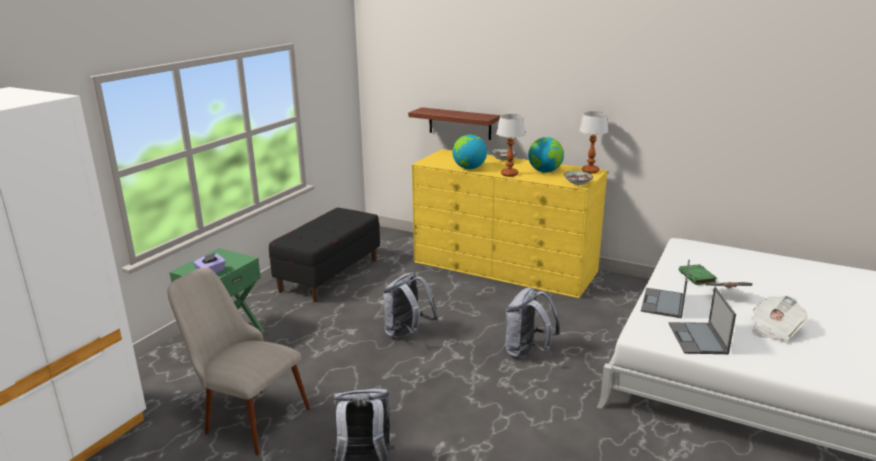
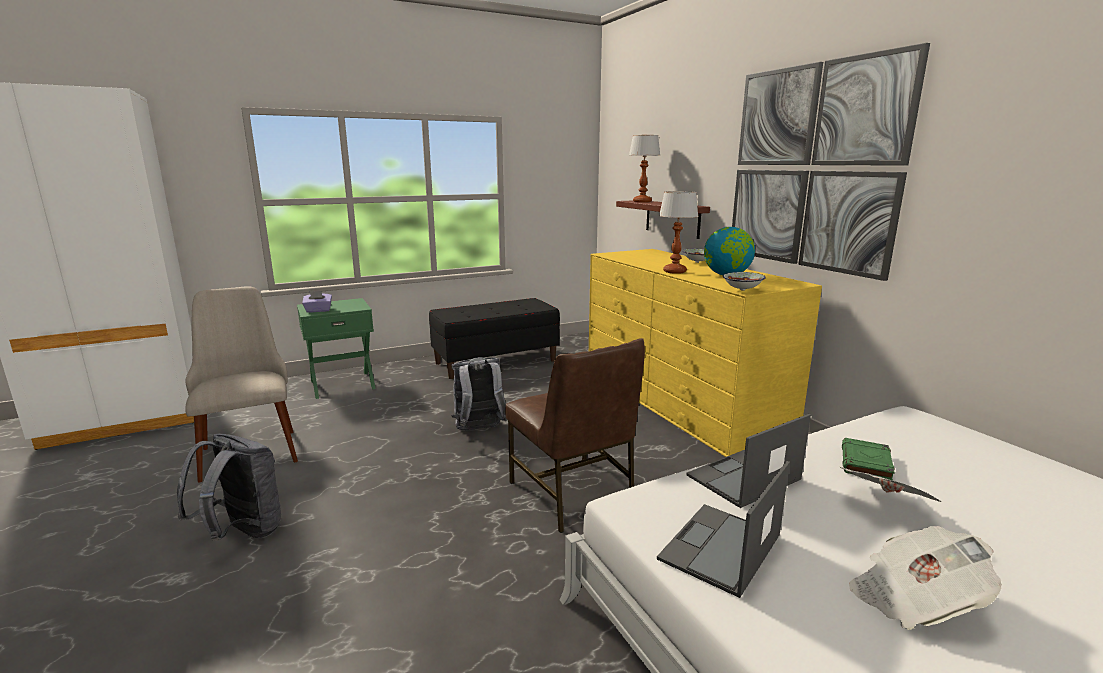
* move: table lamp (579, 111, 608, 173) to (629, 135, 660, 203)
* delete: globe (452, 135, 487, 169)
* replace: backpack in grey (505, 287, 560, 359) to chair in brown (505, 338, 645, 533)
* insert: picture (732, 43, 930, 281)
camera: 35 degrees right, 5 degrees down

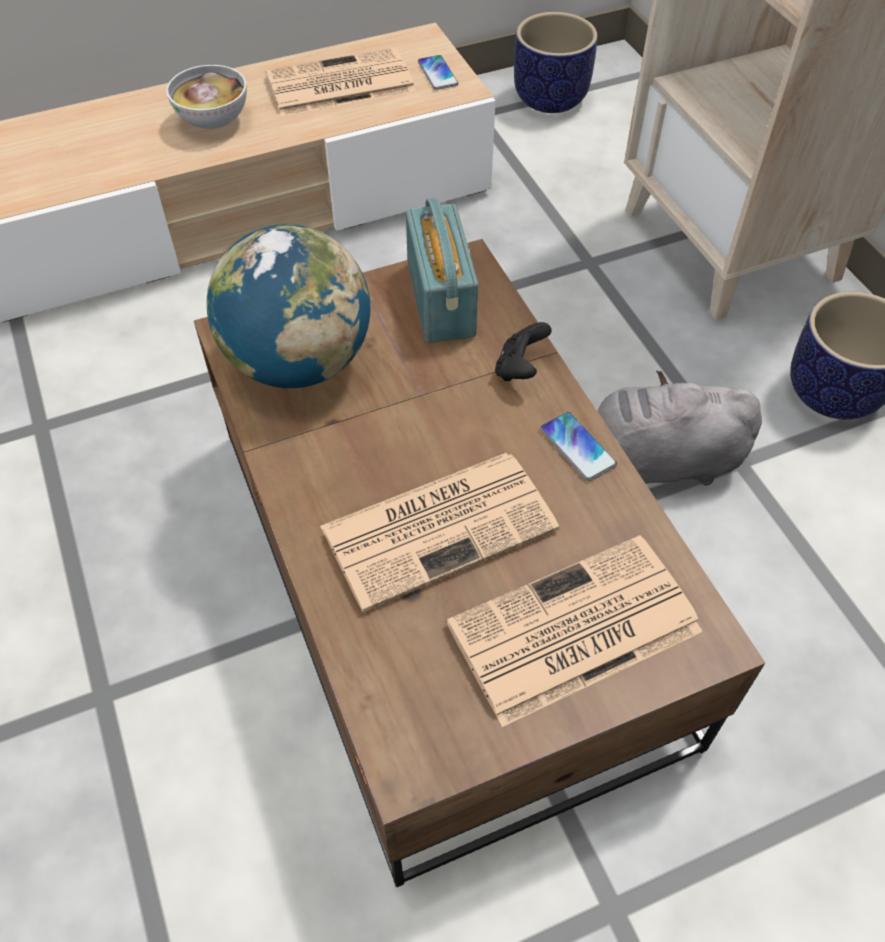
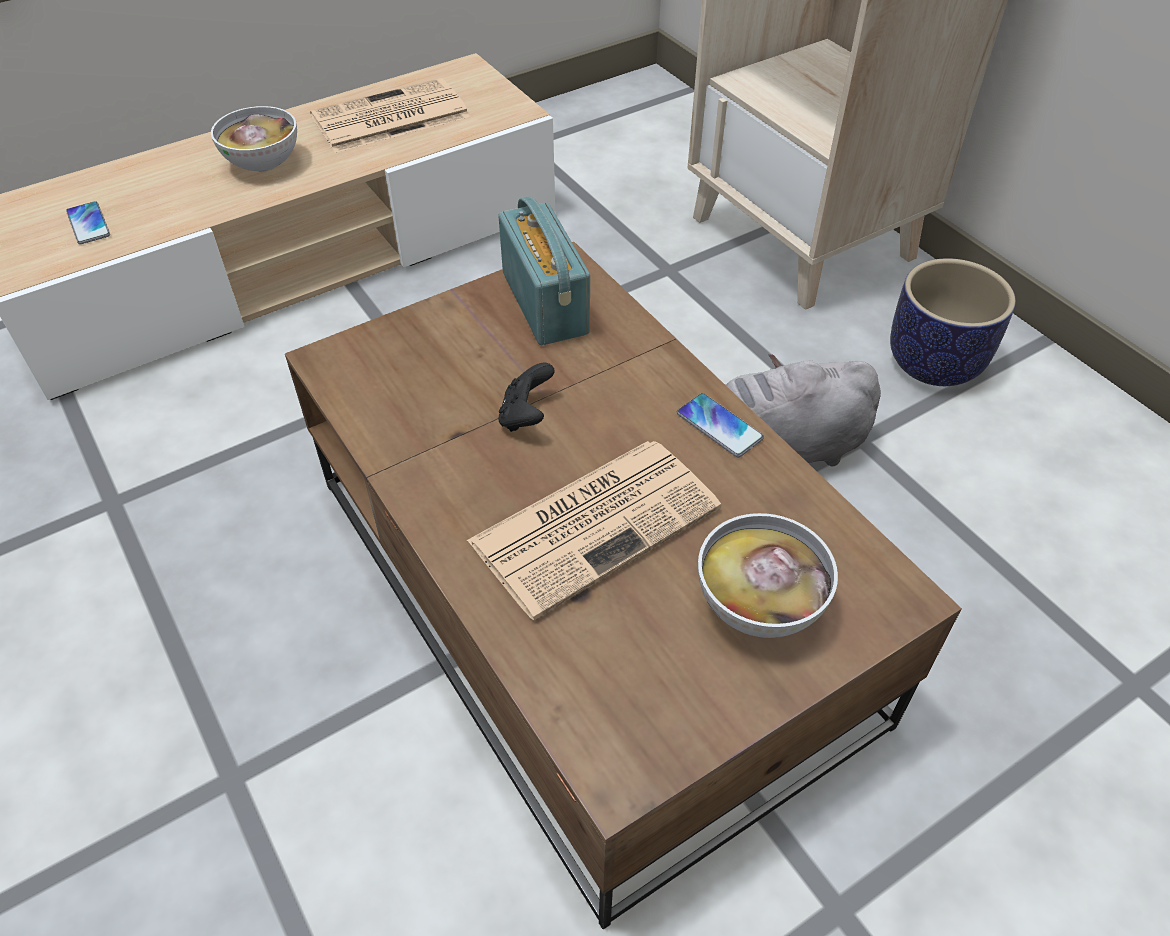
* delete: planter (514, 12, 598, 113)
* move: phone (418, 55, 458, 90) to (66, 201, 110, 244)
* delete: globe (207, 224, 370, 388)
* move: game controller in black (495, 322, 552, 381) to (498, 362, 555, 432)
* replace: newspaper (446, 535, 703, 727) to bowl (698, 513, 838, 638)
camera: 10 degrees left, 5 degrees down

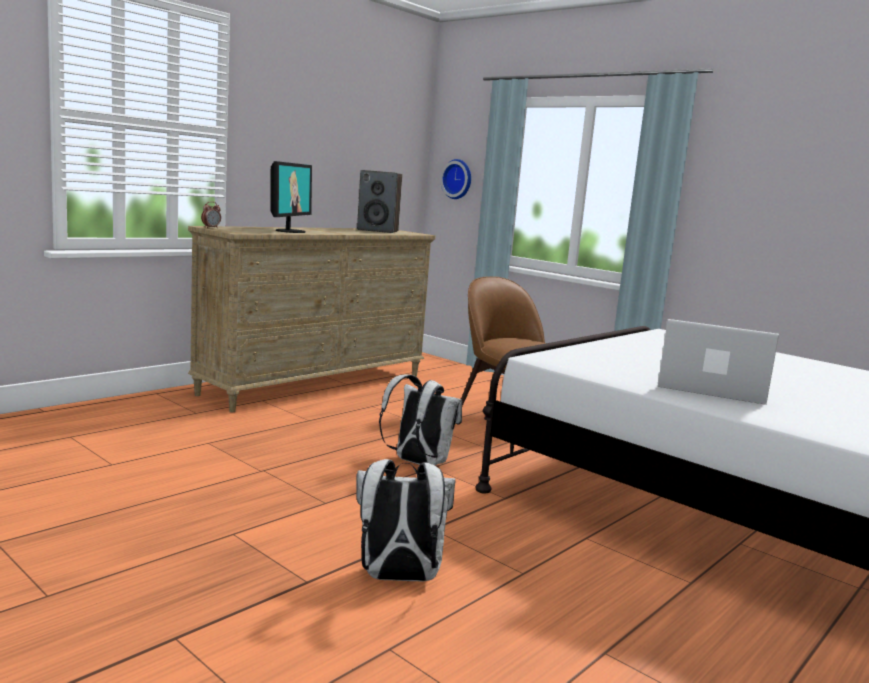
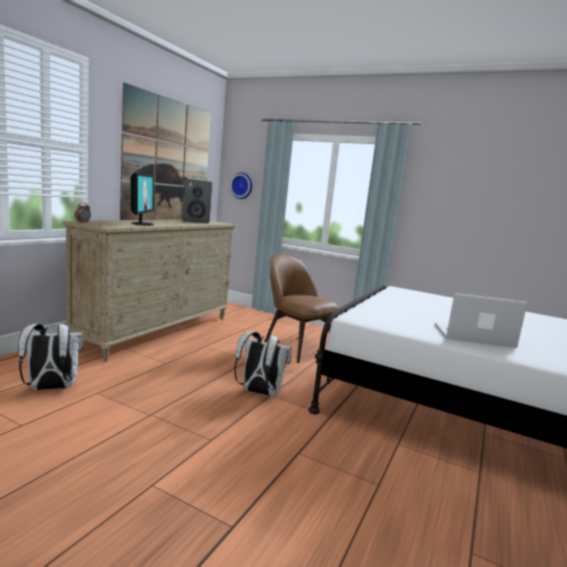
* move: backpack in white (356, 459, 455, 581) to (18, 324, 83, 390)
* insert: picture (120, 83, 211, 220)
camera: 15 degrees left, 0 degrees up

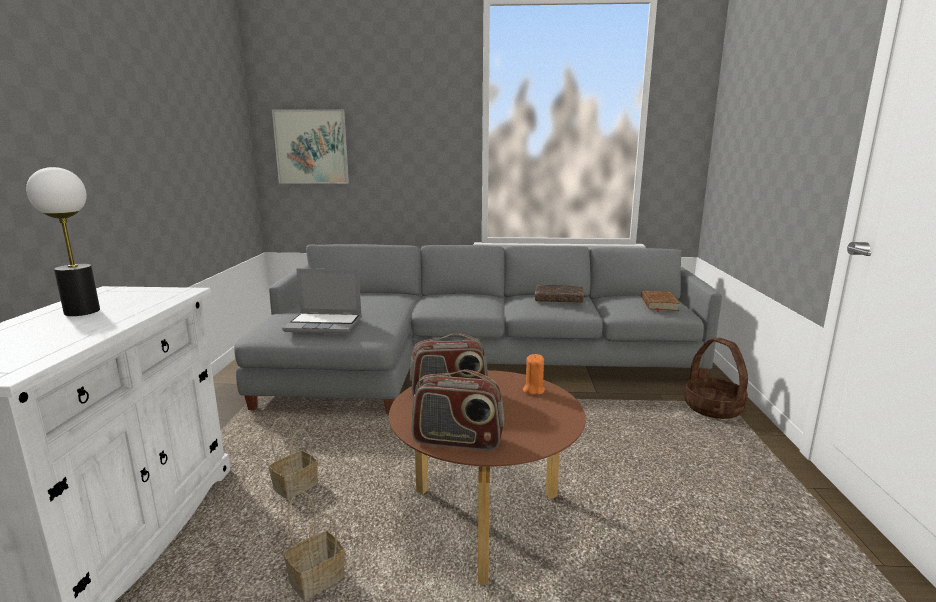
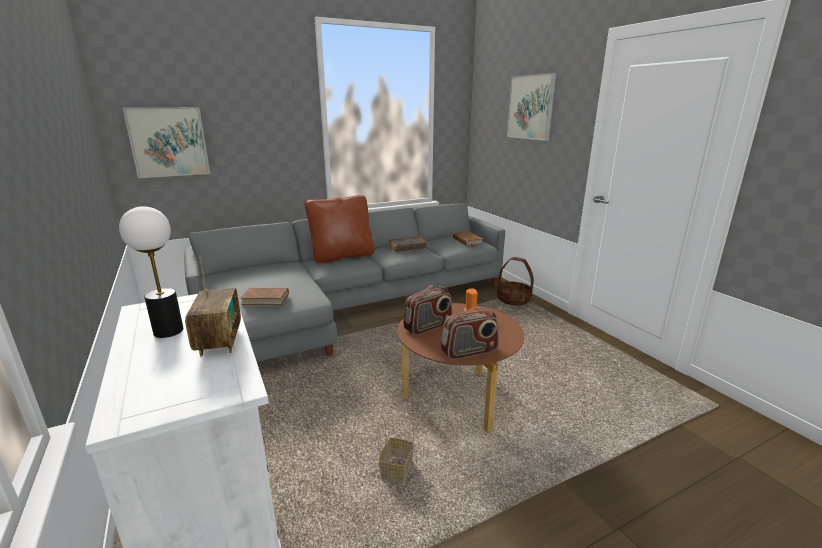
* replace: laptop (282, 268, 362, 334) to book in brown (240, 288, 289, 305)
* delete: basket (269, 417, 318, 499)
* insert: picture (507, 73, 556, 141)
* insert: pillow in brown (304, 195, 374, 264)
* insert: radio (185, 257, 241, 357)
camera: 30 degrees left, 5 degrees up

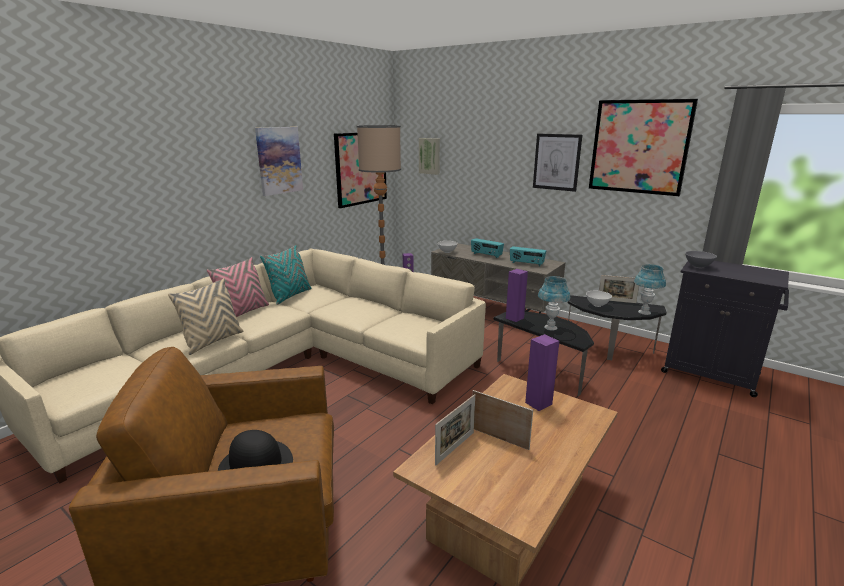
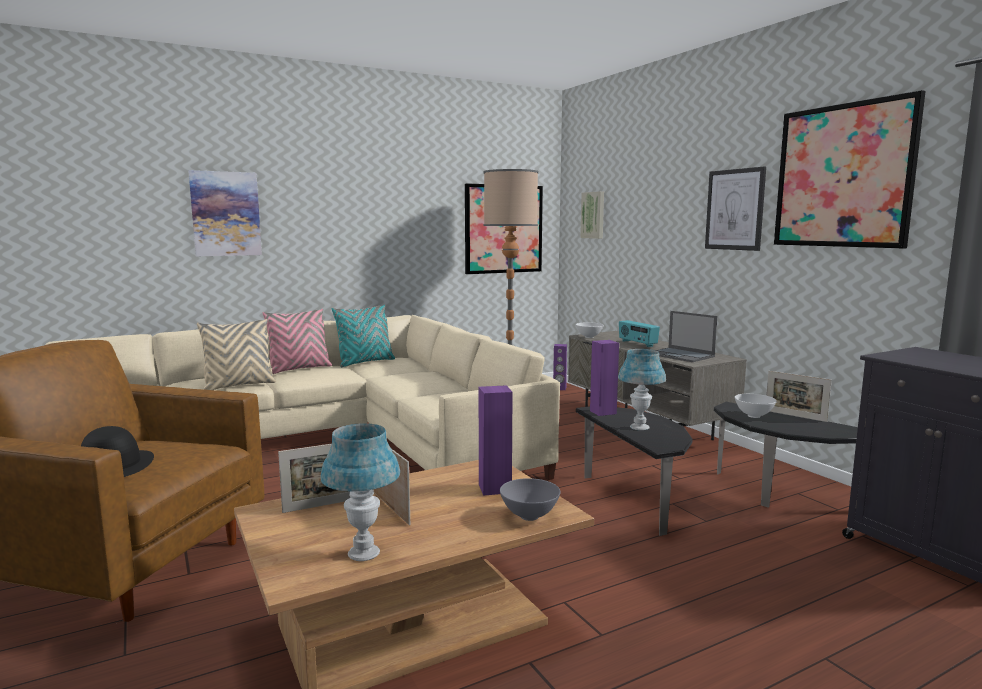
* move: picture (255, 127, 303, 196) to (188, 170, 262, 256)
* replace: radio (510, 246, 546, 266) to laptop (656, 311, 717, 362)
* move: bowl in grey (685, 251, 717, 268) to (500, 478, 561, 521)
* move: table lamp in blue (634, 264, 666, 315) to (321, 423, 400, 561)
camera: 25 degrees right, 10 degrees down

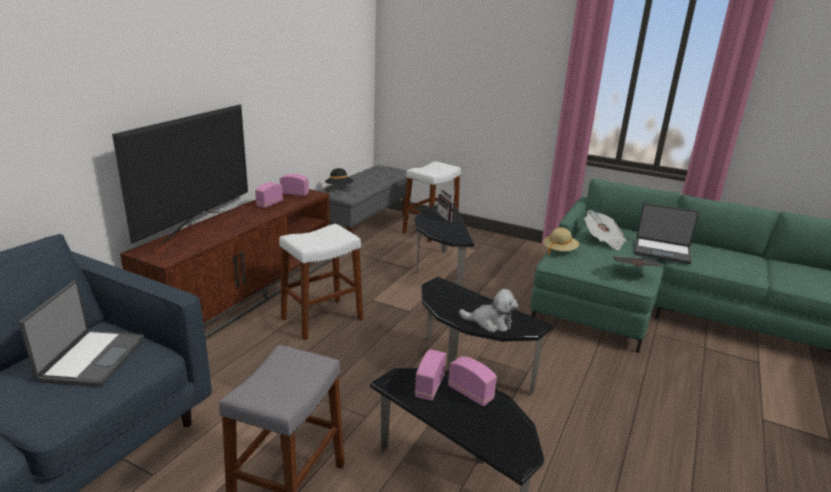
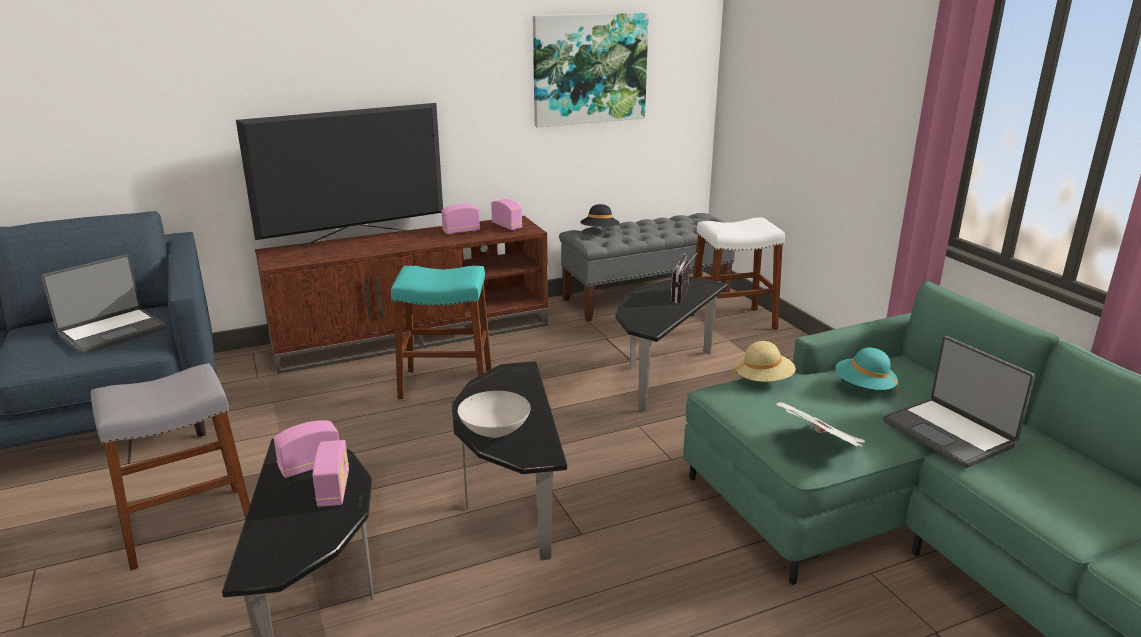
* replace: newspaper (584, 210, 626, 250) to hat in turquoise (835, 347, 898, 395)
* recolor: stool in white (279, 224, 363, 340) to stool in turquoise (391, 266, 492, 399)
* replace: plush toy (459, 289, 518, 332) to bowl in white (458, 391, 531, 438)
* insert: picture (533, 12, 649, 127)
camera: 40 degrees right, 0 degrees up

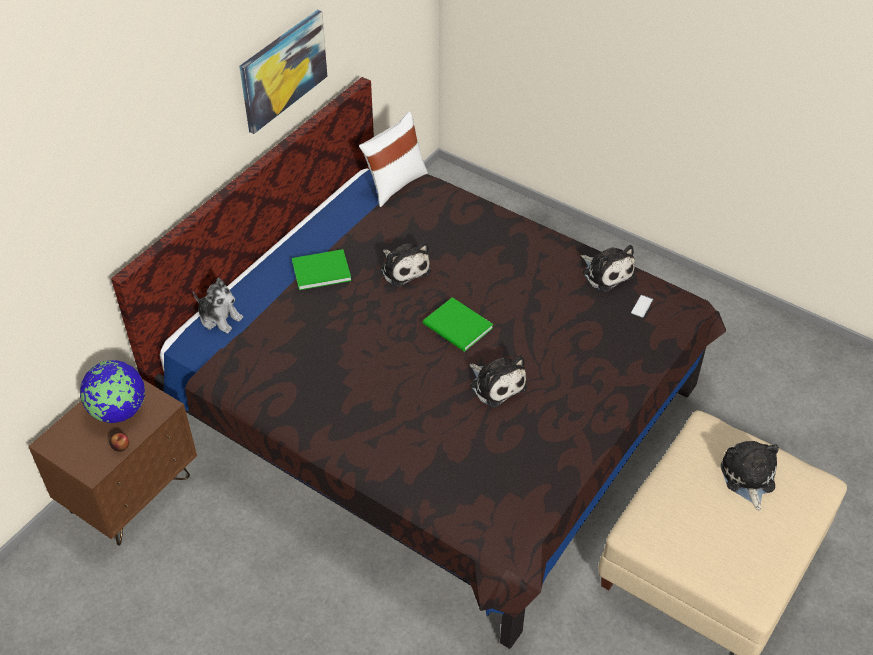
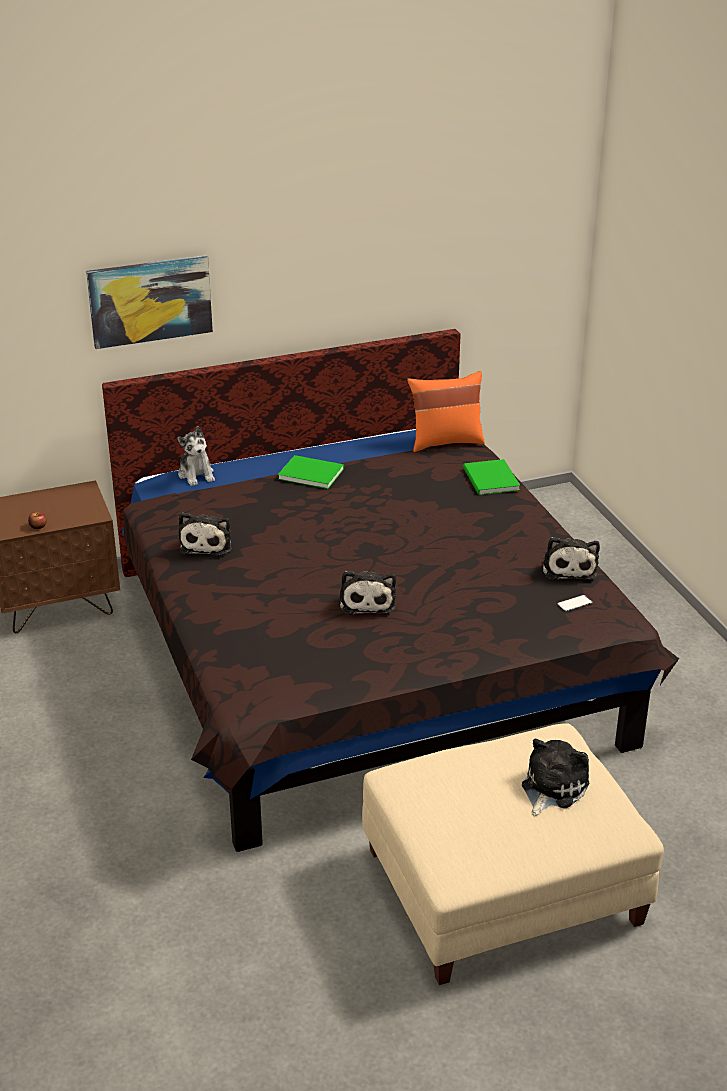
* move: picture (239, 10, 328, 134) to (86, 255, 213, 349)
* recolor: pillow in white (359, 111, 428, 207) to pillow in orange (407, 371, 485, 452)
* move: plush toy (380, 241, 431, 288) to (179, 512, 231, 556)
* move: book in green (423, 297, 493, 352) to (463, 459, 520, 495)
* delete: globe (80, 360, 145, 423)
camera: 35 degrees right, 15 degrees down

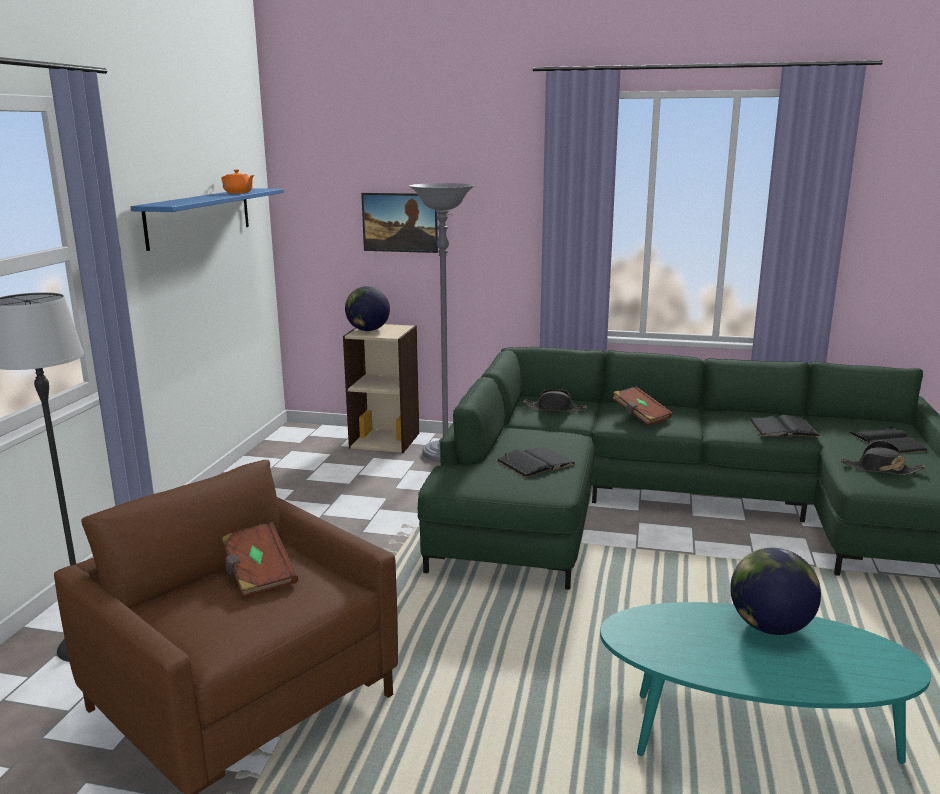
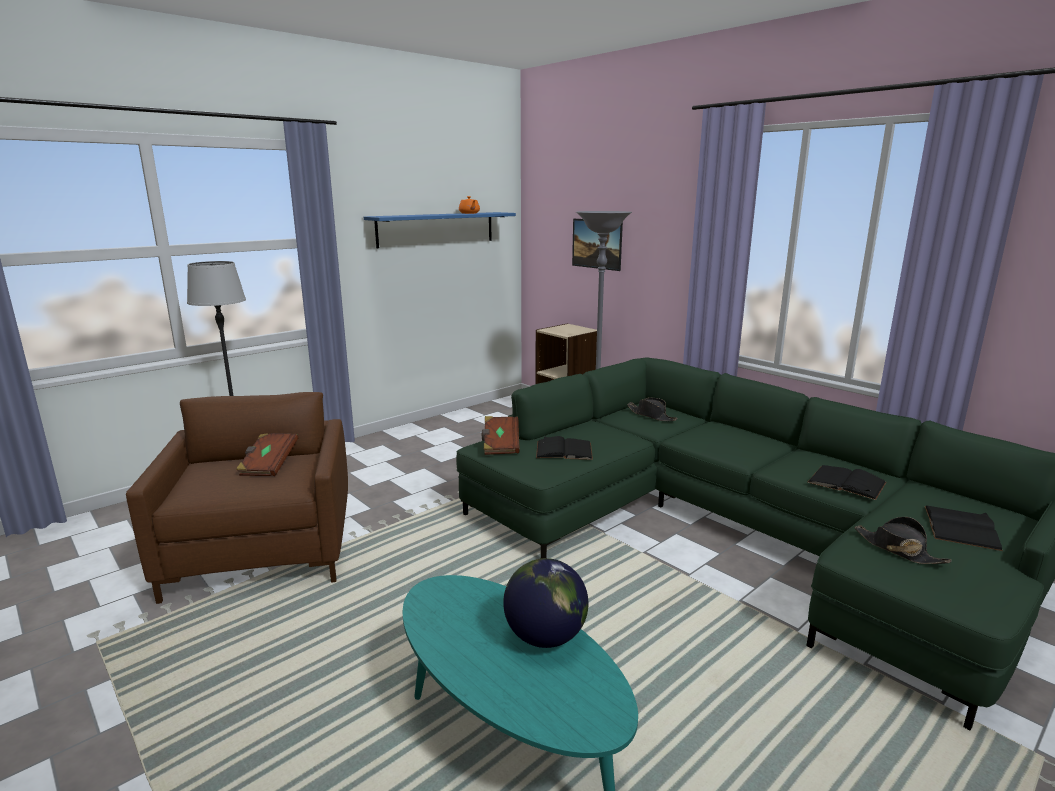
* delete: globe (345, 286, 390, 331)
* move: book in brown (612, 387, 673, 426) to (482, 416, 520, 455)
camera: 35 degrees right, 0 degrees up

